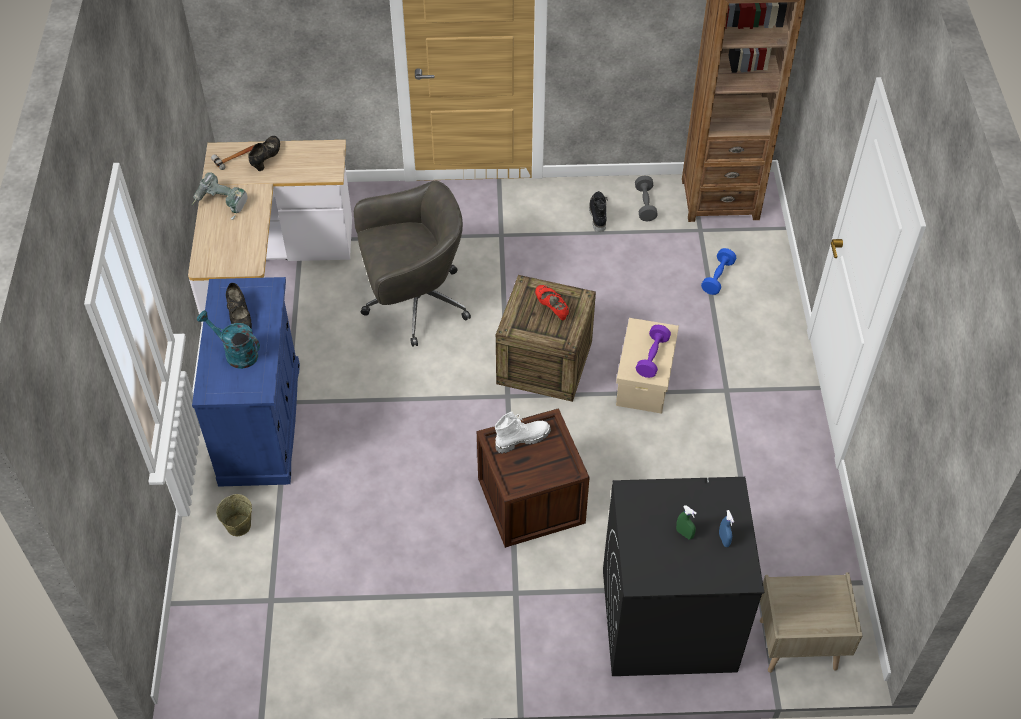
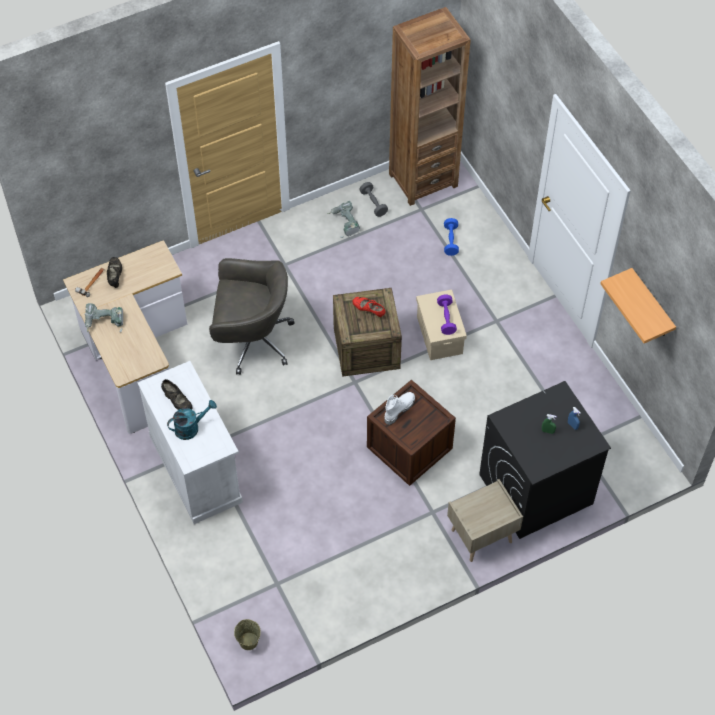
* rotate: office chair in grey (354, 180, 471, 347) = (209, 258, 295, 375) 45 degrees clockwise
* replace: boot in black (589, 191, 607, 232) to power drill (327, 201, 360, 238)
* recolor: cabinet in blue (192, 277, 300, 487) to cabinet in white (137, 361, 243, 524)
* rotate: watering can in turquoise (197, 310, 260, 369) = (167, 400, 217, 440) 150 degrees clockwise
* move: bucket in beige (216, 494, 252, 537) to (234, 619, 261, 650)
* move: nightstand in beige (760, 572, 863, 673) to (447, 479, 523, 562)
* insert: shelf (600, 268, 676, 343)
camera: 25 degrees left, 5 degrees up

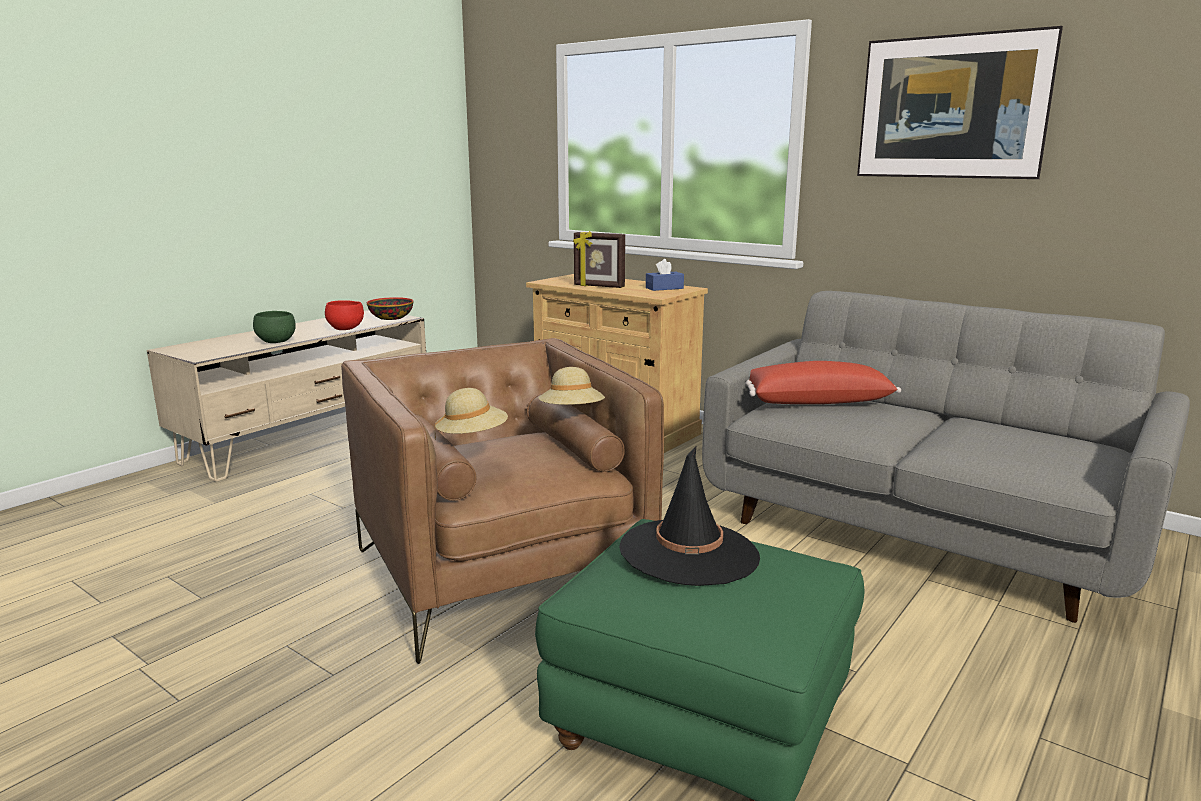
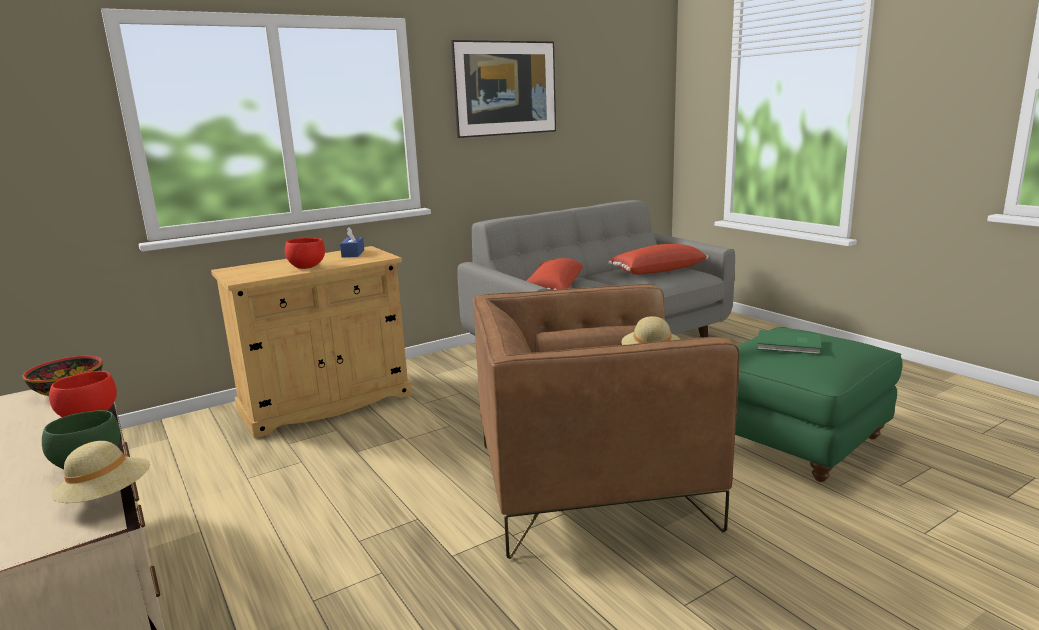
* replace: picture frame (573, 231, 625, 288) to bowl in red (285, 238, 325, 269)
* move: hat in beige (539, 367, 605, 405) to (52, 441, 150, 503)
* replace: hat in black (619, 447, 760, 586) to book in green (757, 330, 821, 355)
* insert: pillow in red (608, 244, 708, 275)
camera: 70 degrees left, 0 degrees up

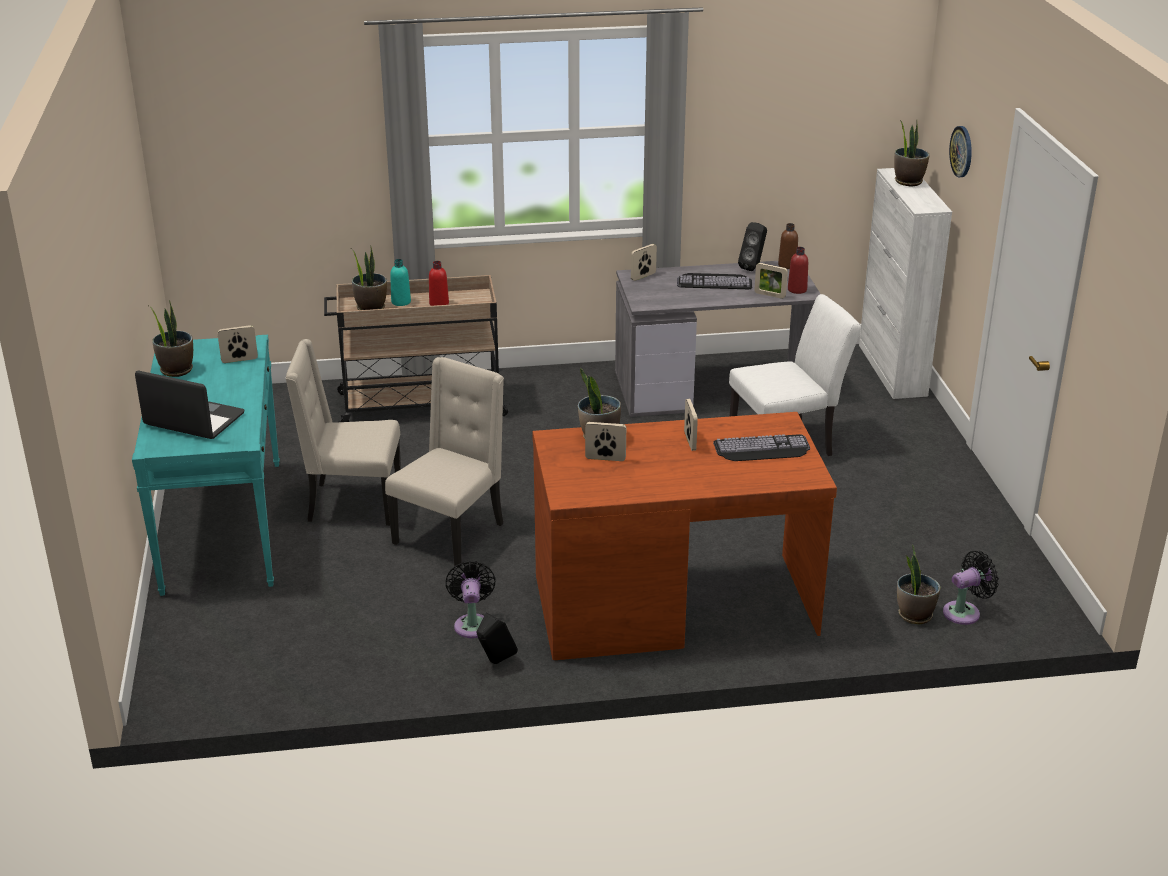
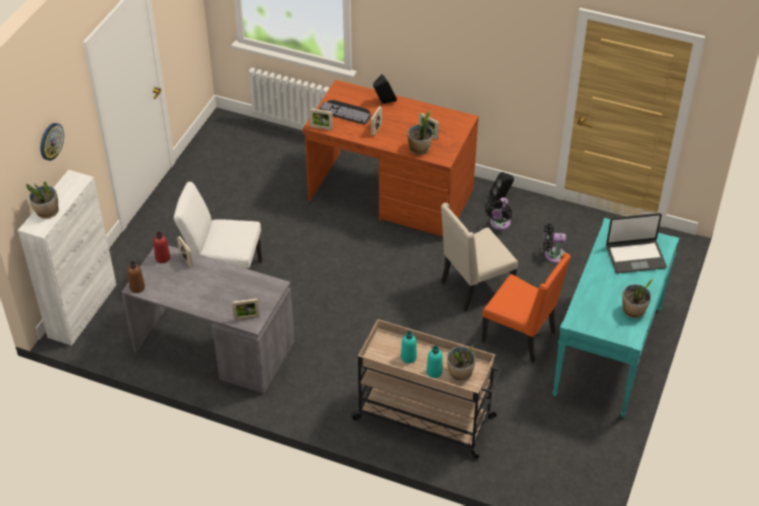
* move: speaker in black (738, 222, 767, 271) to (373, 74, 397, 104)
* recolor: bottle in red (429, 261, 449, 306) to bottle in turquoise (401, 331, 417, 363)
* delete: keyboard (677, 273, 752, 289)
* move: picture frame (217, 325, 258, 363) to (309, 108, 333, 130)
* recolor: chair in beige (285, 339, 401, 526) to chair in orange (482, 253, 571, 363)
* rotate: laptop (135, 370, 244, 439) = (606, 213, 667, 273) 60 degrees counterclockwise
* delete: potted plant (897, 544, 940, 624)
* move: fan in black (943, 551, 999, 625) to (543, 223, 566, 263)
camera: 150 degrees left, 15 degrees up

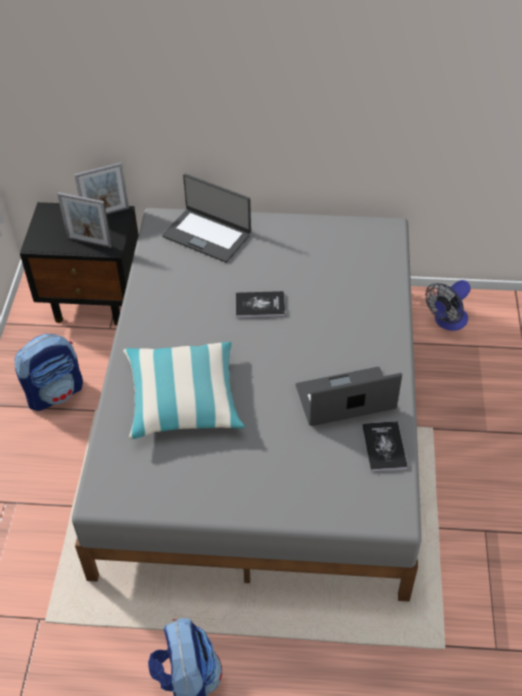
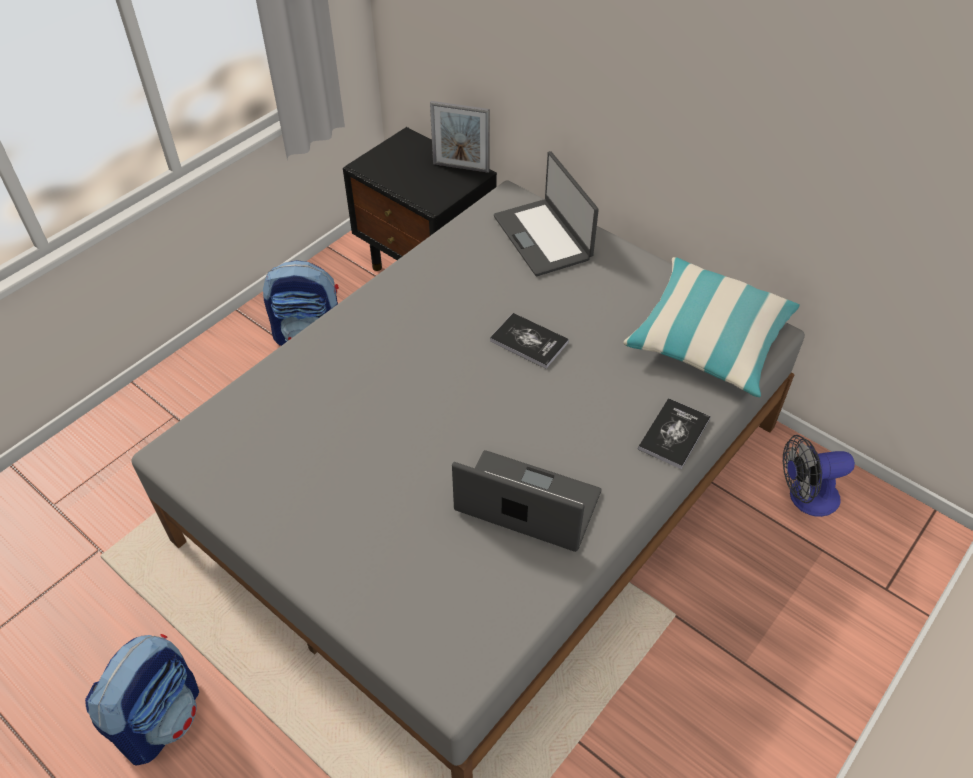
* delete: picture frame (57, 192, 112, 248)
* move: pillow (123, 342, 245, 439) to (623, 257, 800, 397)
* move: book (362, 421, 408, 472) to (638, 398, 711, 469)
camera: 35 degrees right, 0 degrees up

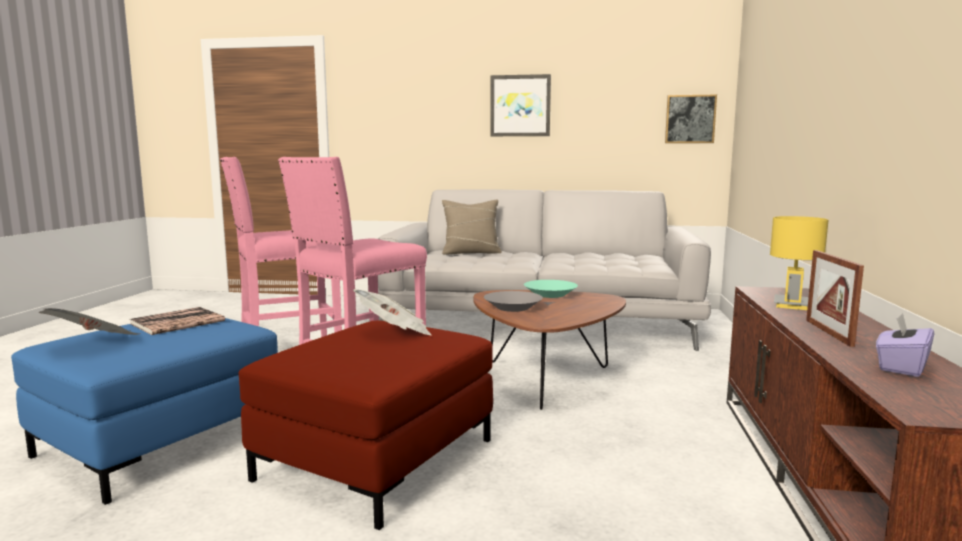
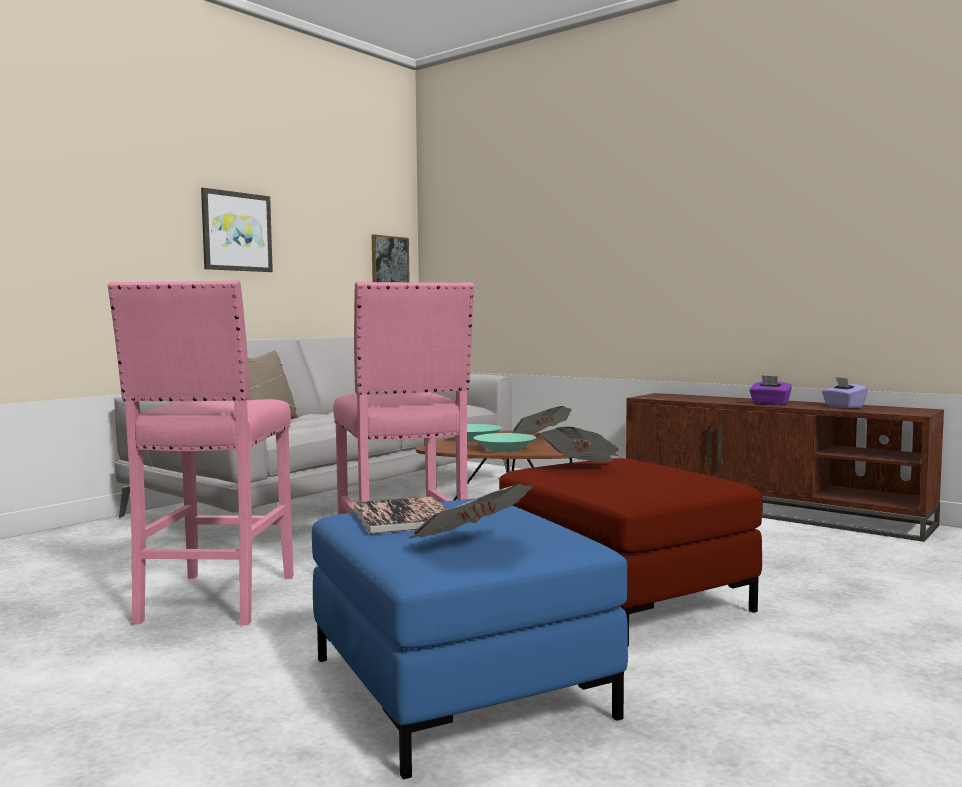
* delete: table lamp in yellow (770, 216, 829, 310)
* replace: picture frame (806, 250, 864, 347) to tissue box in purple (749, 375, 792, 405)
* recolor: bowl in grey (484, 291, 543, 312) to bowl in turquoise (473, 433, 536, 452)
* insert: newspaper (512, 406, 572, 434)
camera: 60 degrees left, 5 degrees down

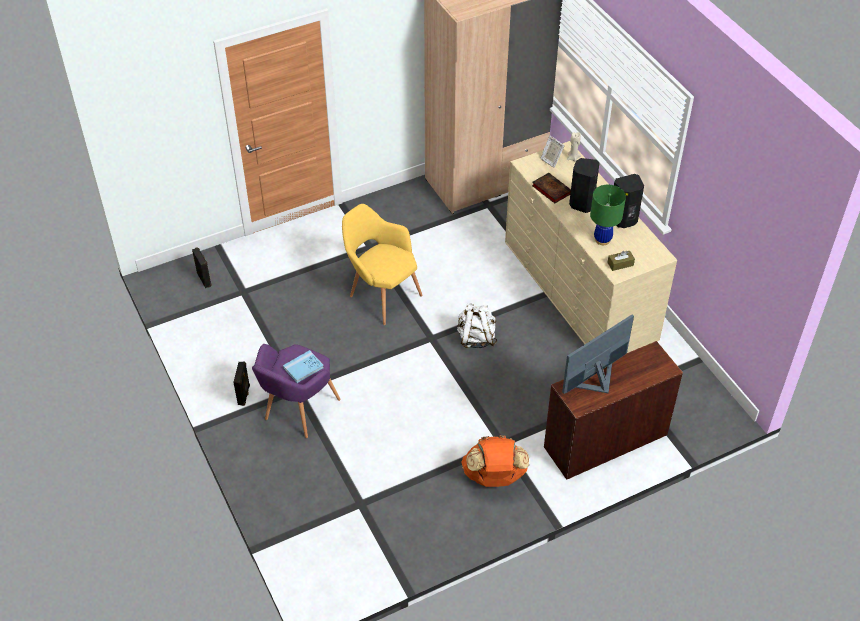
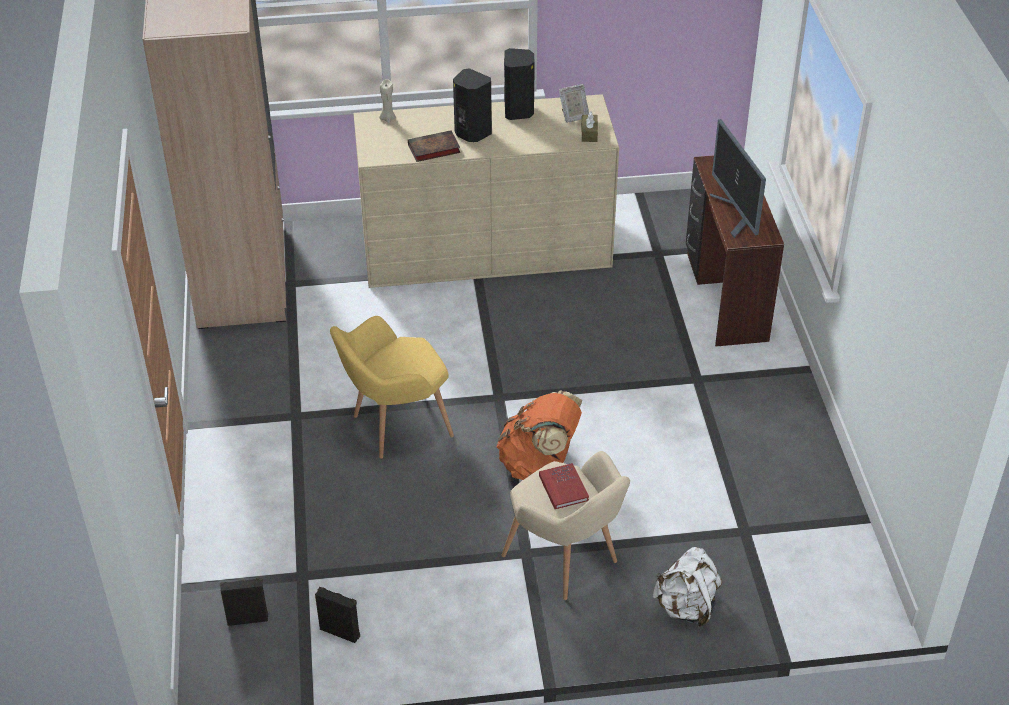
* move: picture frame (540, 136, 565, 168) to (559, 84, 589, 123)
* delete: table lamp in green (590, 185, 626, 245)
* move: backpack in white (457, 303, 497, 348) to (652, 547, 722, 627)
* recolor: armchair in purple (252, 344, 340, 438) to armchair in beige (502, 451, 630, 600)
* recolor: book in blue (283, 350, 324, 383) to book in red (539, 463, 589, 509)
* move: speaker in black (233, 361, 250, 406) to (315, 587, 360, 643)
* move: backpack in orange (461, 435, 529, 487) to (497, 390, 582, 480)
camera: 70 degrees left, 5 degrees down

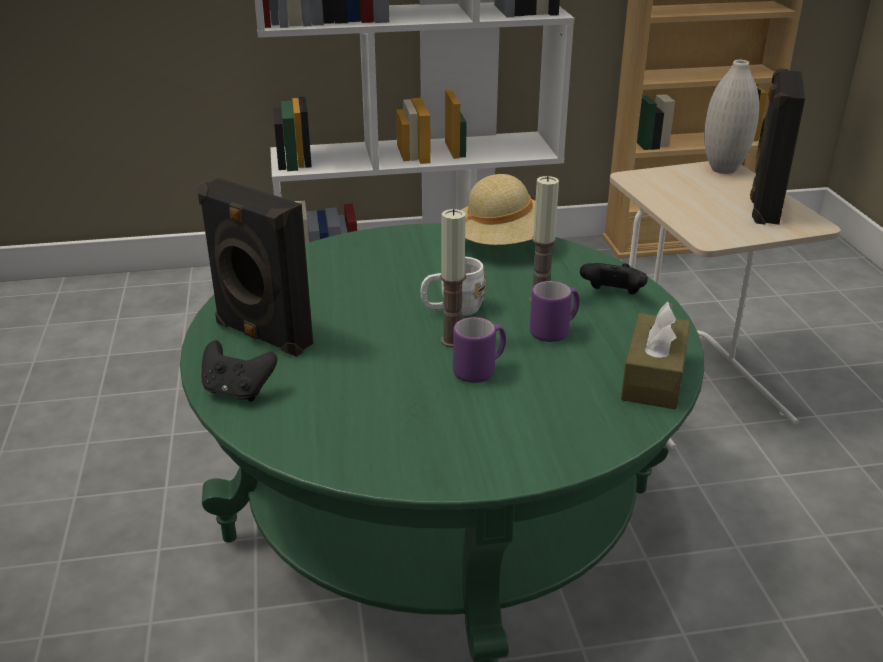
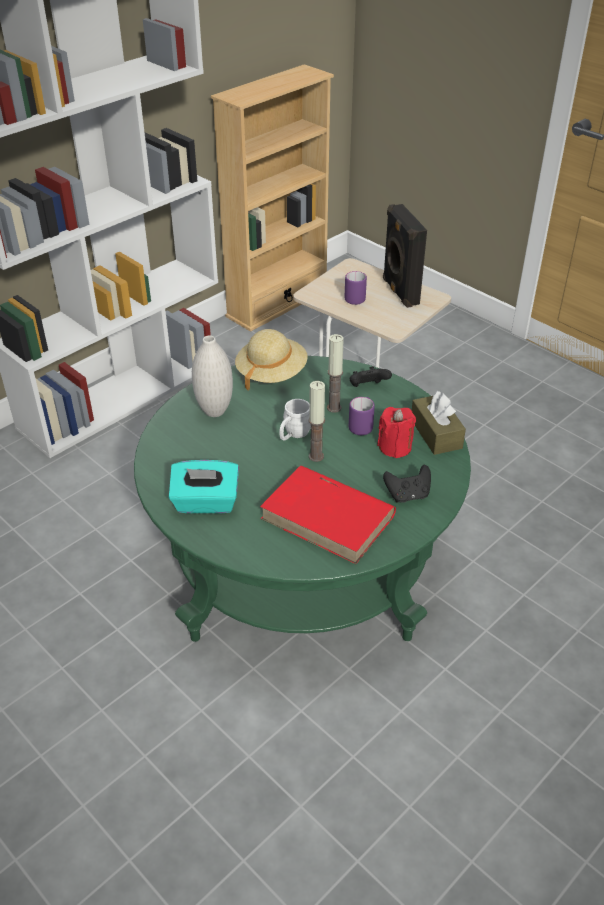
* move: vase in white (704, 60, 759, 174) to (192, 335, 233, 417)
* replace: speaker in black (197, 178, 313, 357) to tissue box in turquoise (169, 460, 239, 513)
* move: mug in purple (453, 317, 506, 383) to (344, 271, 367, 305)
* move: game controller in black (202, 340, 277, 402) to (383, 465, 431, 503)
* insert: candle in red (377, 407, 416, 458)
* insert: book in red (260, 466, 396, 564)
camera: 35 degrees left, 10 degrees up

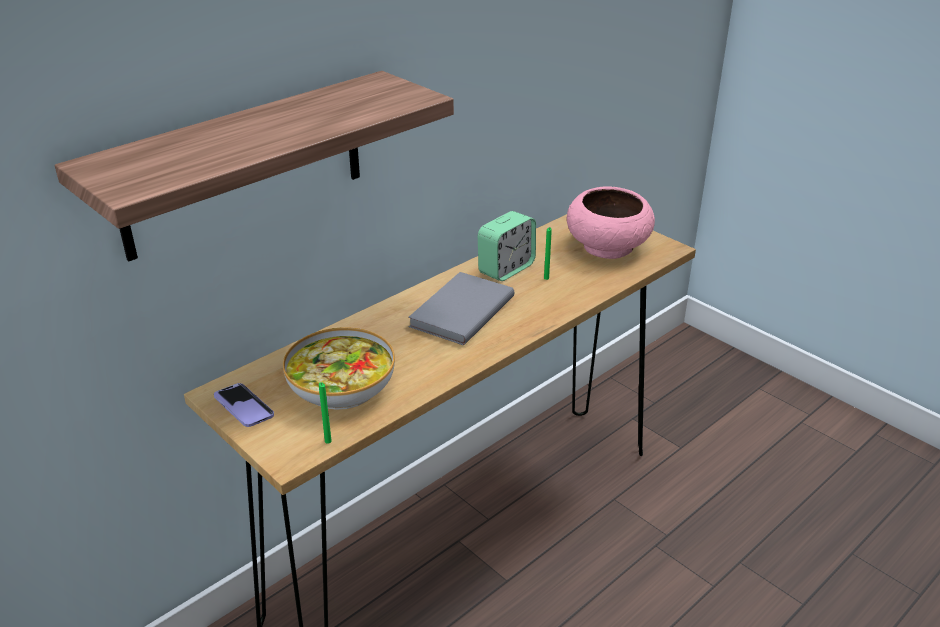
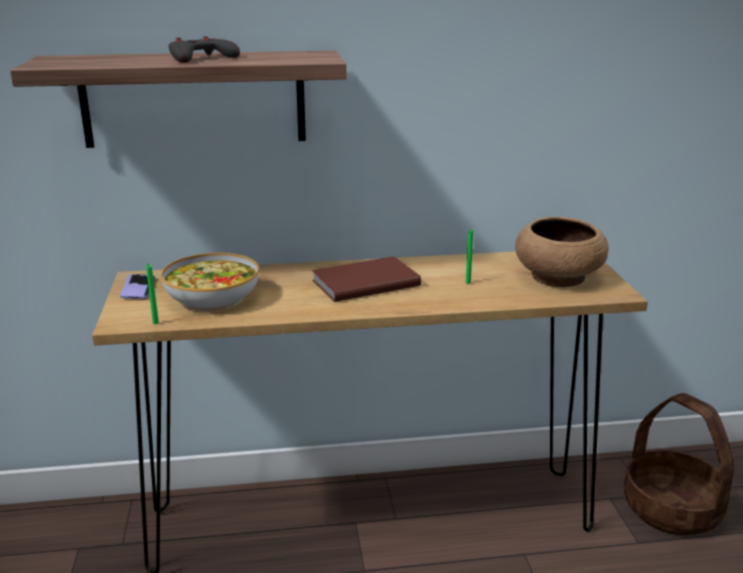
* recolor: bowl in pink (567, 186, 655, 259) to bowl in brown (515, 217, 609, 287)
* delete: alarm clock (478, 211, 536, 281)
* recolor: book in grey (408, 272, 514, 345) to book in brown (312, 256, 421, 302)
* insert: game controller in grey (169, 36, 240, 63)
* insert: basket (624, 393, 734, 535)
camera: 35 degrees right, 10 degrees down

